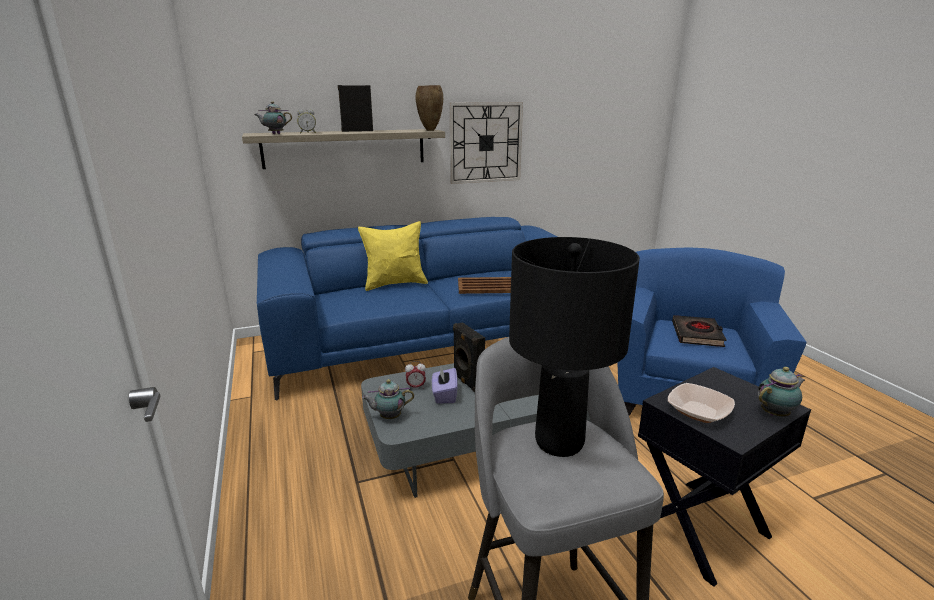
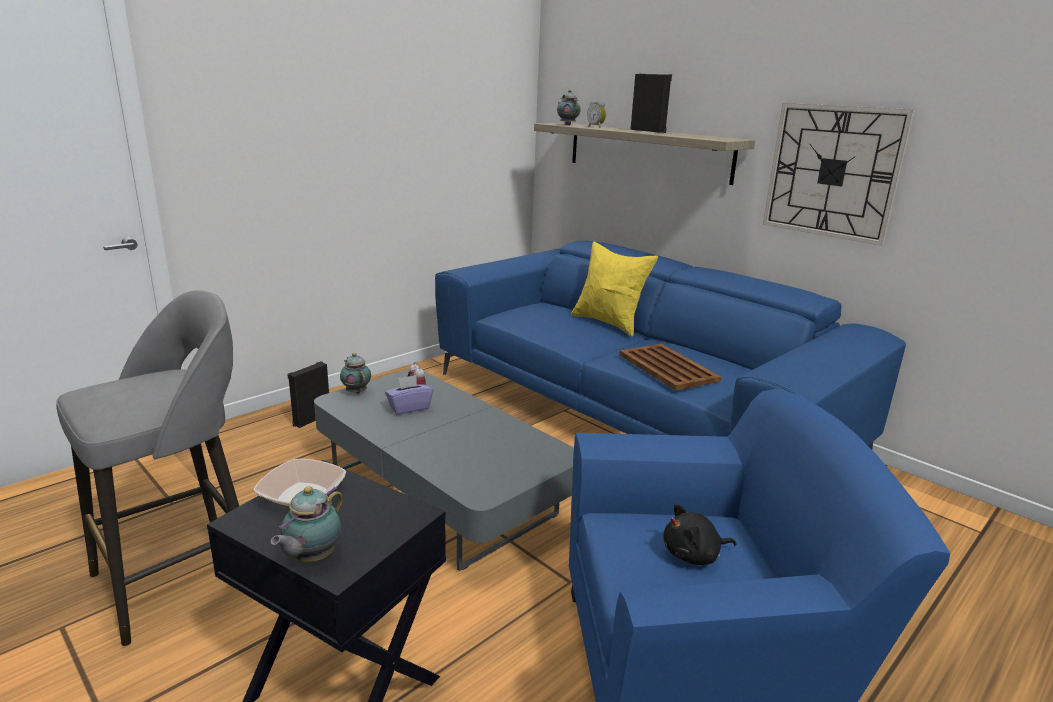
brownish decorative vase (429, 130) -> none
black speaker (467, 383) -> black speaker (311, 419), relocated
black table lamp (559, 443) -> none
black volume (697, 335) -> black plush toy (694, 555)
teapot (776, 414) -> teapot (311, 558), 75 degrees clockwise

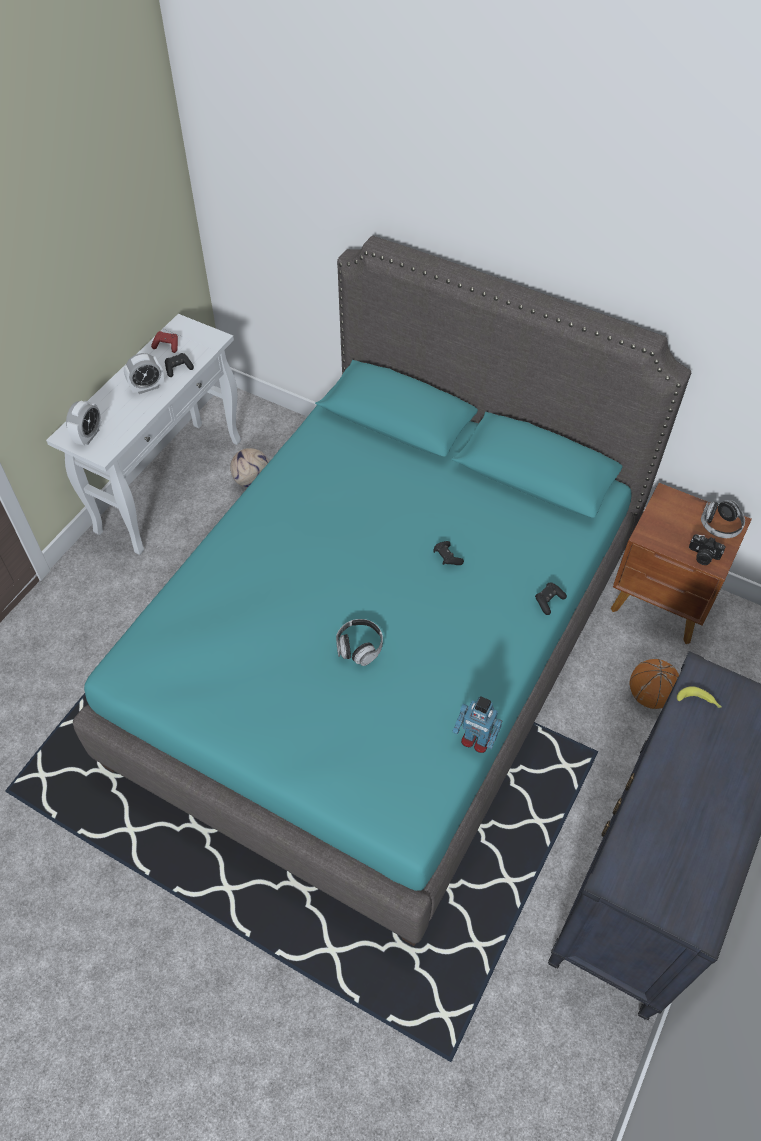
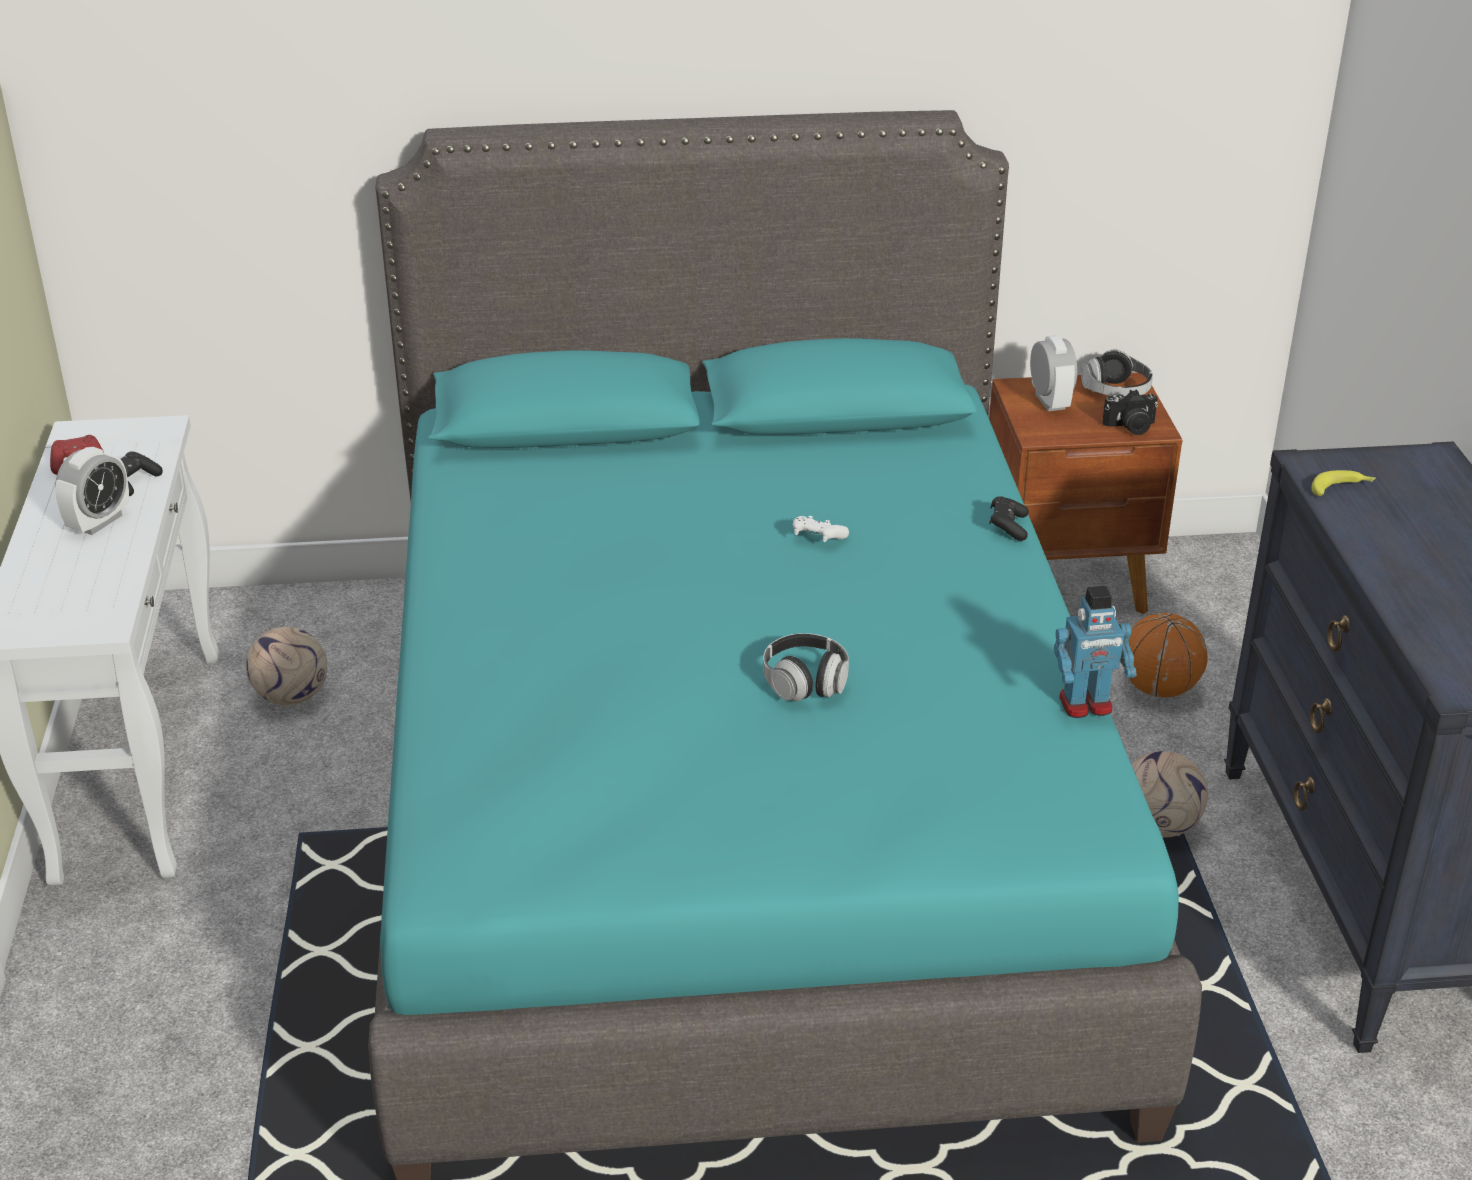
table clock (88, 436) -> table clock (1049, 401), relocated
black joypad (447, 558) -> whitish joypad (817, 539)
none -> football ball (1159, 826)

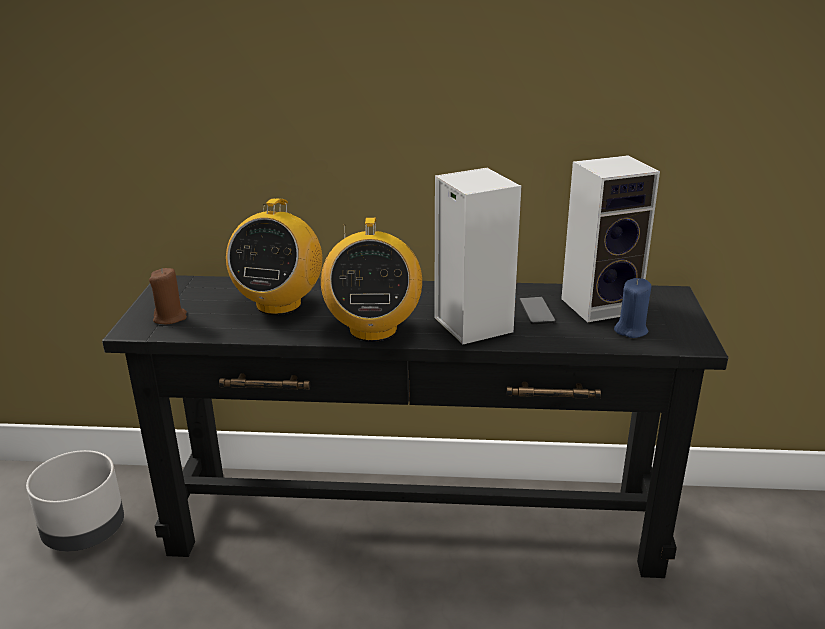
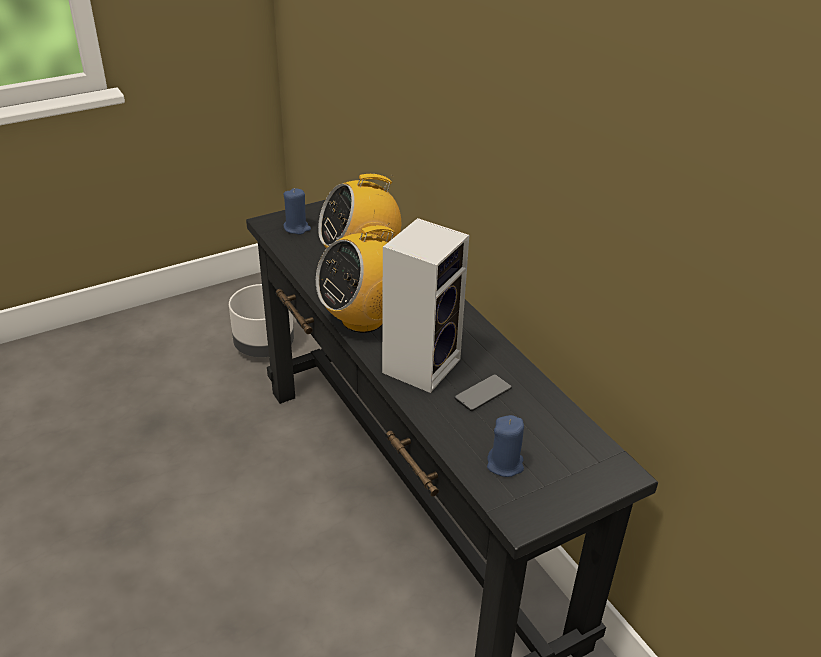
brownish wax candle (170, 318) -> blue wax candle (297, 228)
speaker (602, 304) -> none

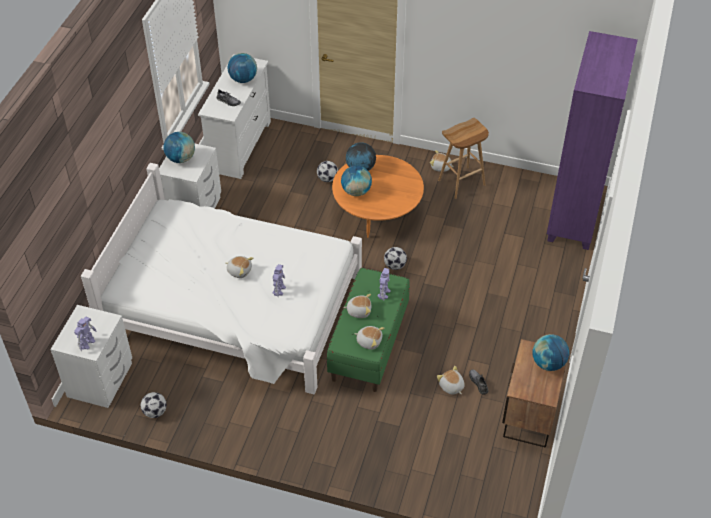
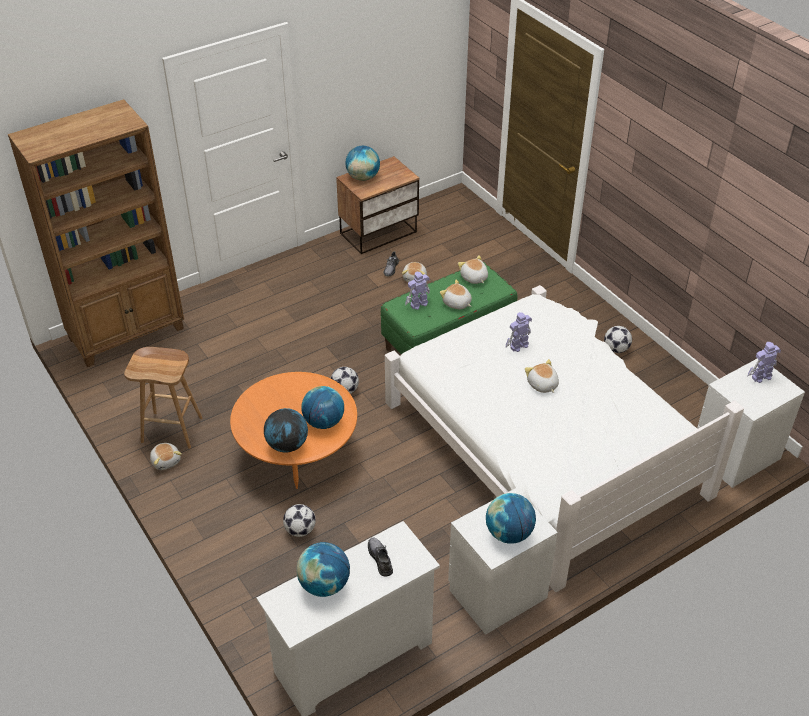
football ball (155, 412) -> football ball (616, 349), relocated
purplish shelving unit (573, 216) -> brownish shelving unit (128, 333)

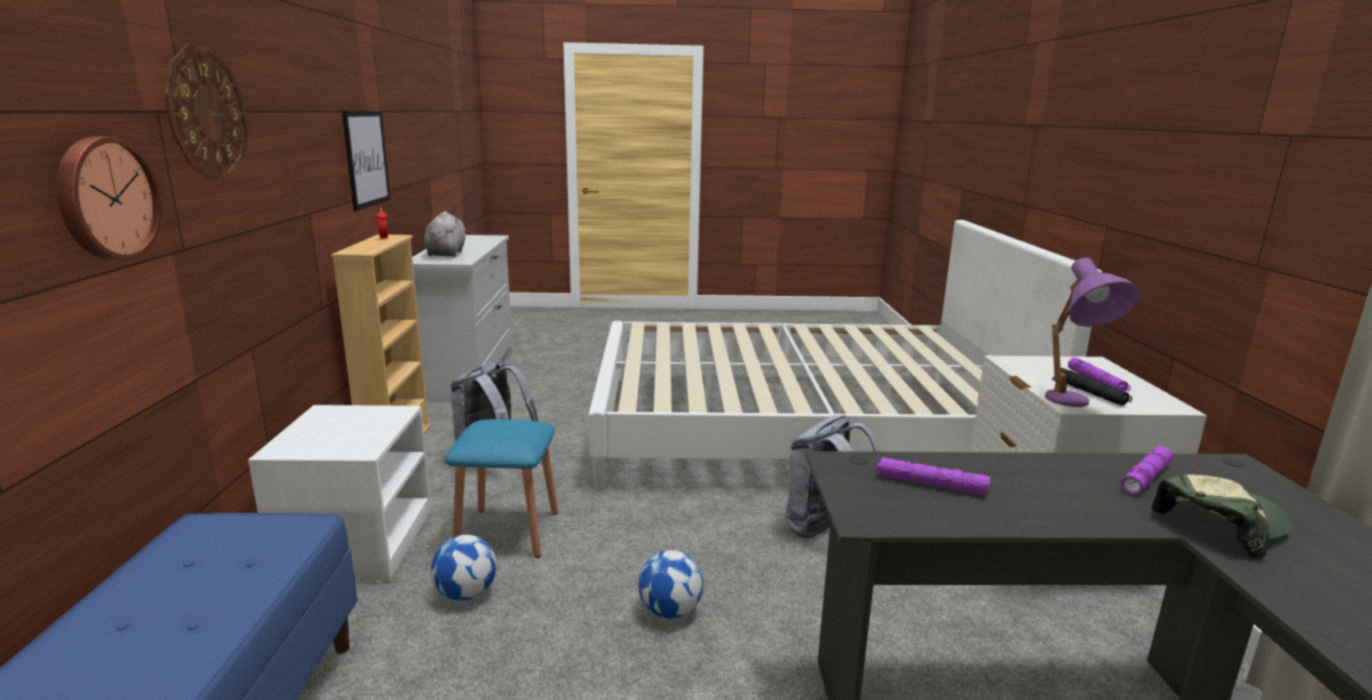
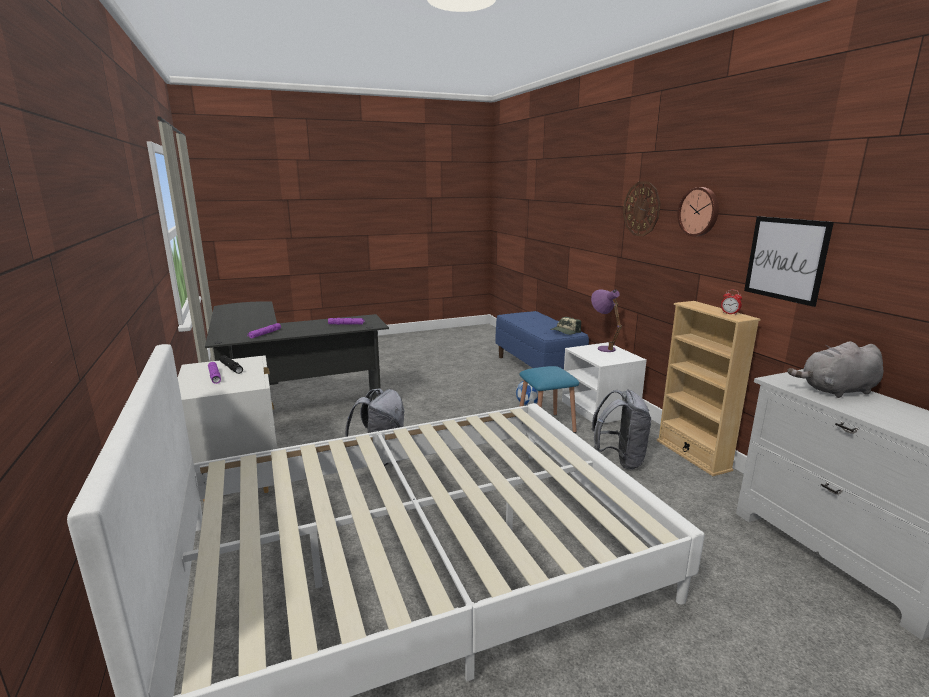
hanging clock (106, 199) -> hanging clock (699, 211), relocated
greyish plush toy (446, 254) -> greyish plush toy (836, 391), 105 degrees clockwise
football ball (670, 611) -> none
purplish table lamp (1072, 405) -> purplish table lamp (603, 347), relocated
cap (1219, 524) -> cap (565, 332), relocated

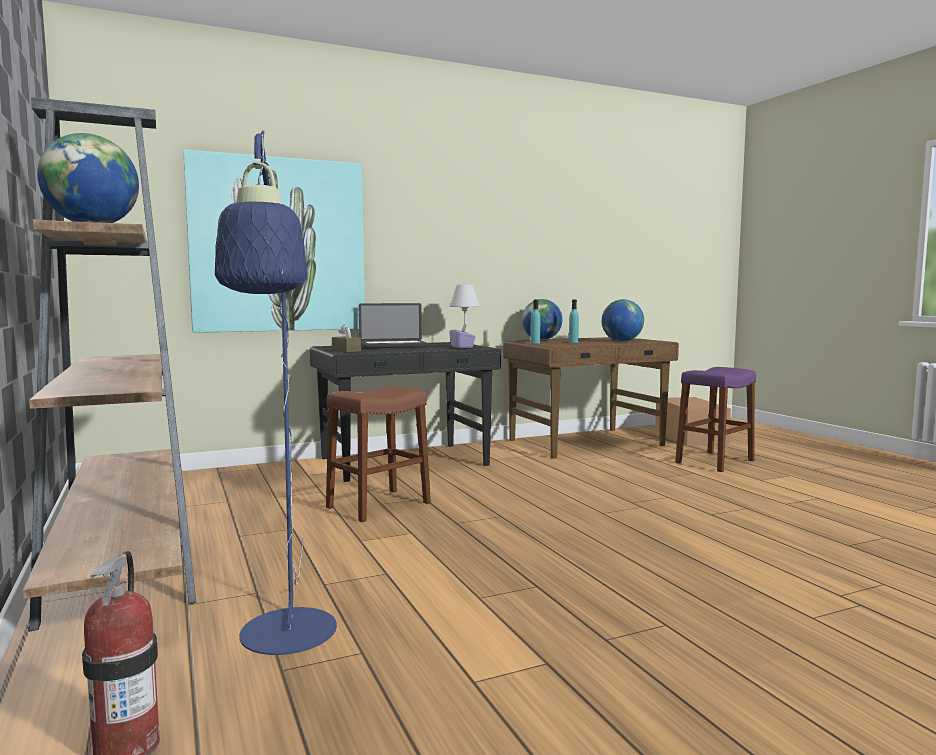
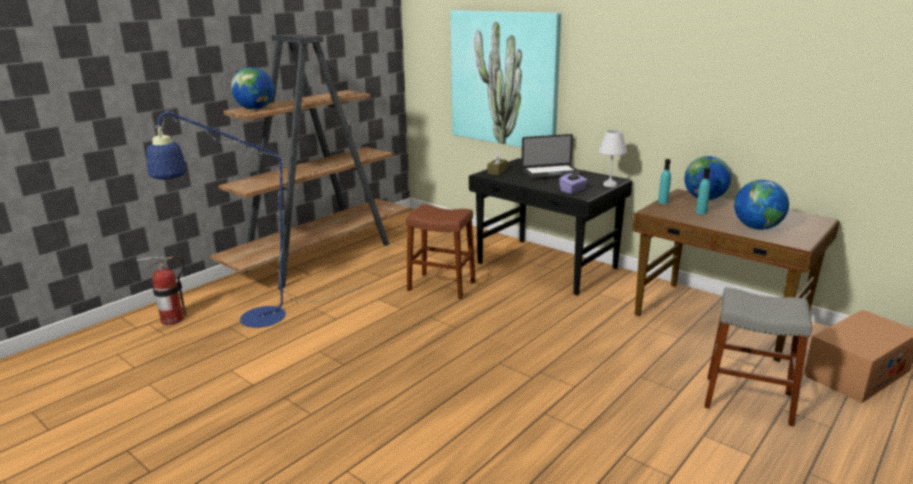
notebook computer (394, 346) -> notebook computer (551, 173), 60 degrees counterclockwise
purplish stool seat (715, 461) -> greyish stool seat (748, 400)

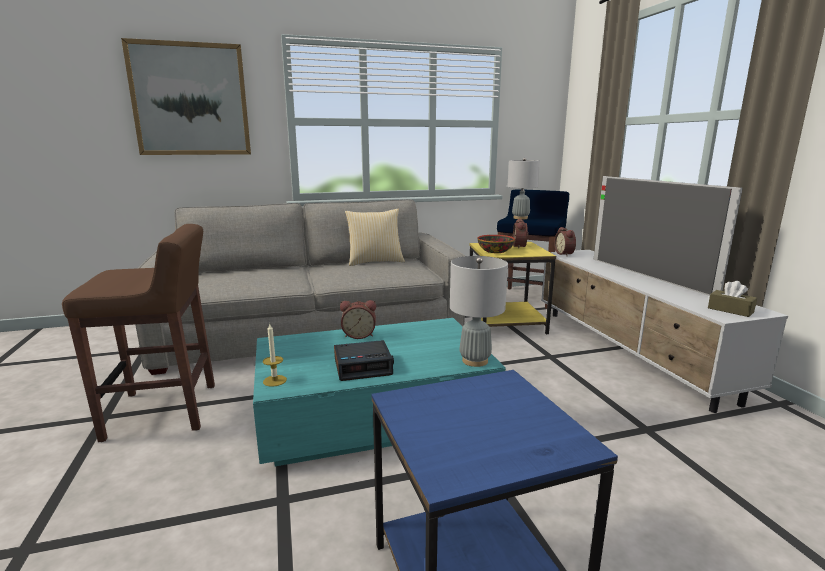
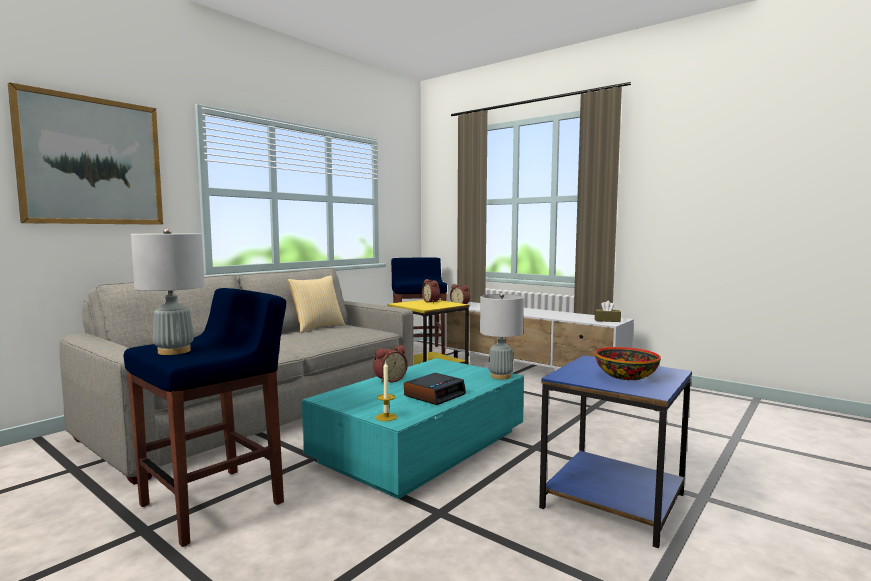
brownish stool seat (165, 411) -> blue stool seat (215, 503)
bowl (495, 251) -> bowl (625, 376), relocated
greyish table lamp (520, 218) -> greyish table lamp (174, 351), relocated
TV (647, 276) -> none

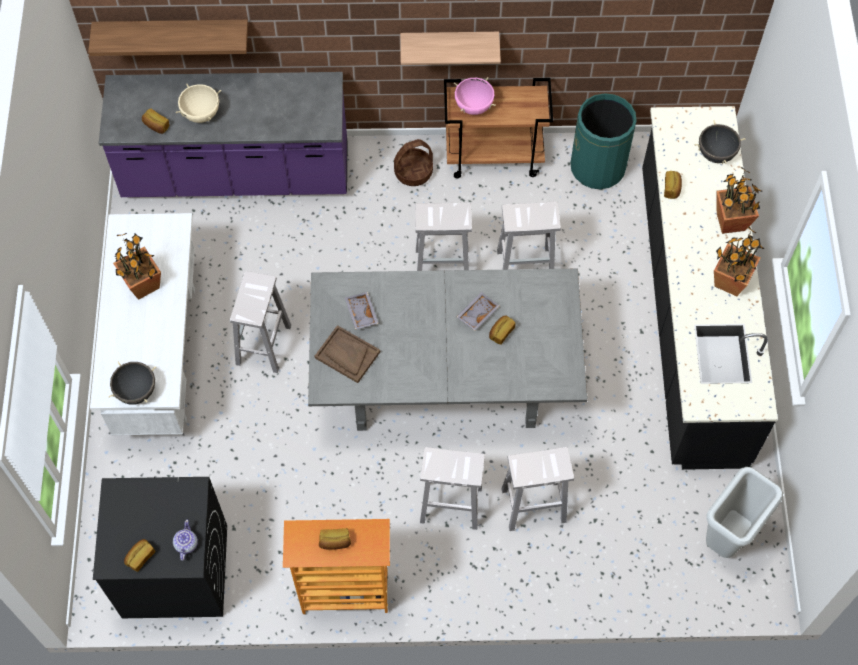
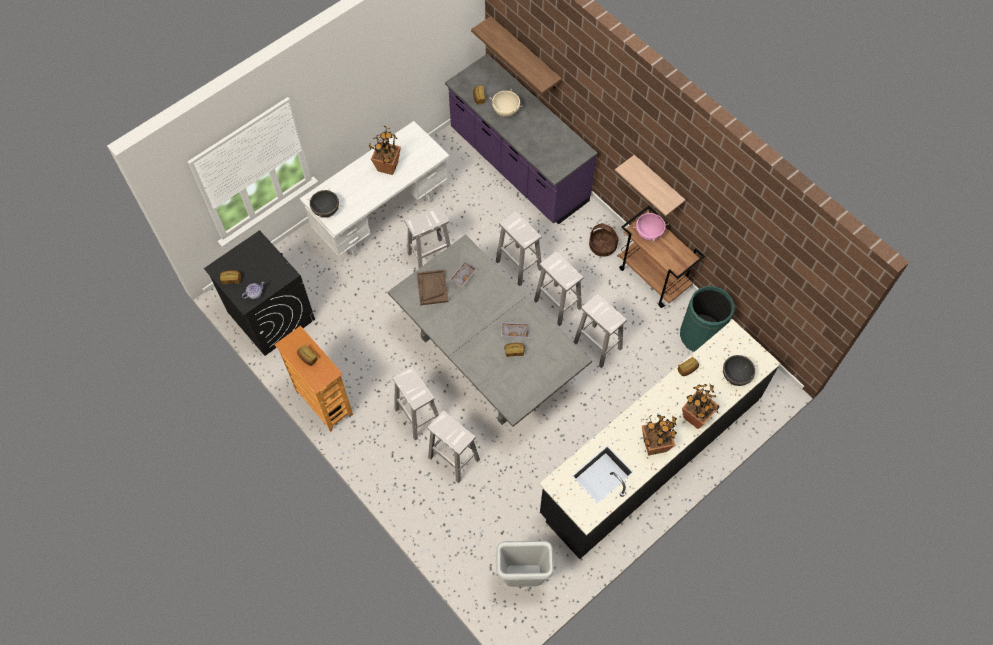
none -> whitish stool seat (519, 266)

